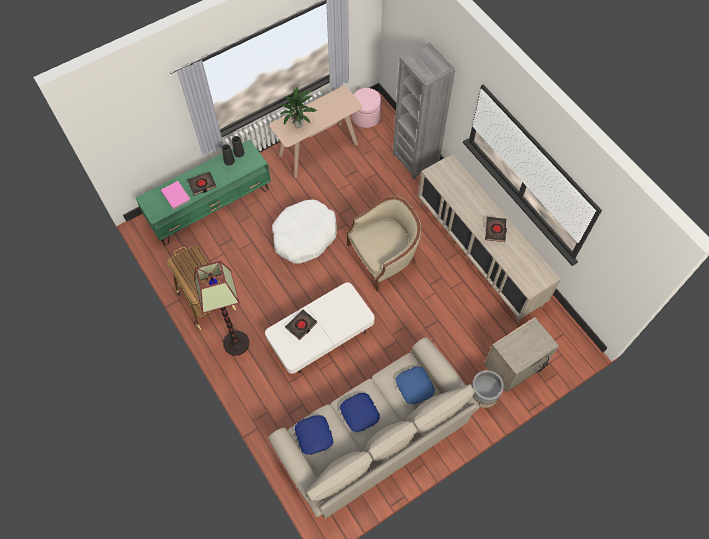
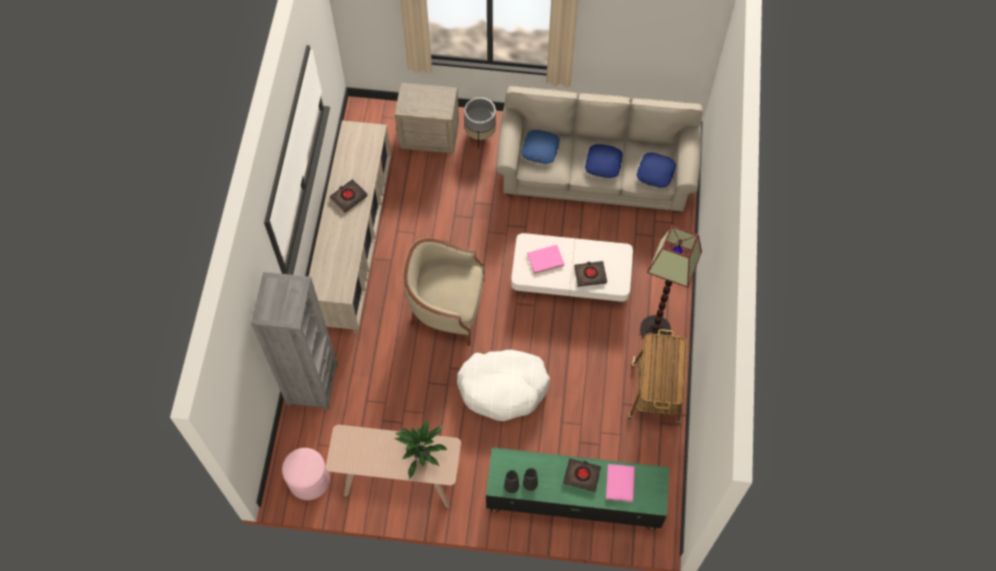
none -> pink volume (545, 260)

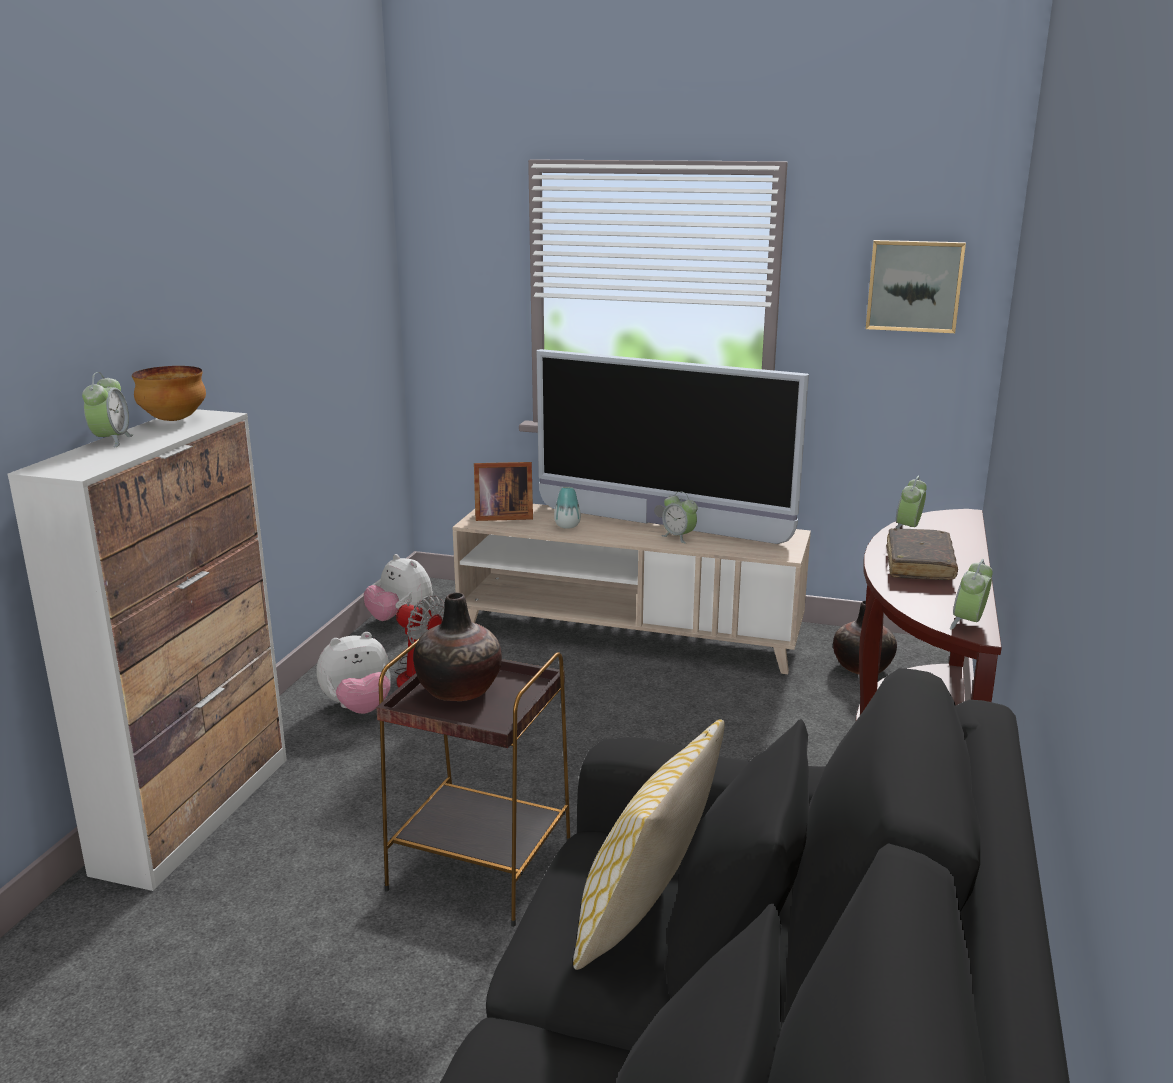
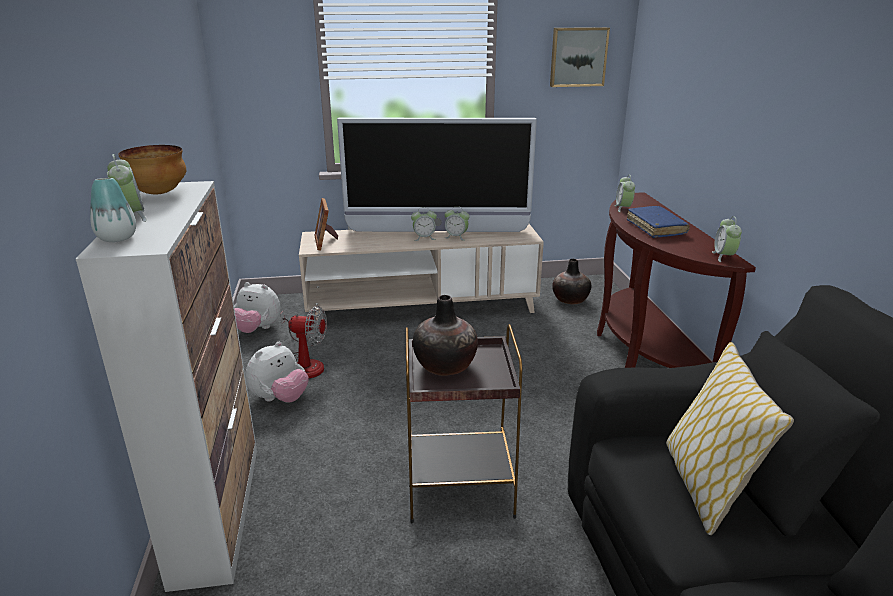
photo frame (501, 516) -> photo frame (326, 242), 105 degrees clockwise
decorative vase (567, 526) -> decorative vase (117, 238), relocated
brownish volume (919, 564) -> blue volume (656, 228)
none -> table clock (424, 238)

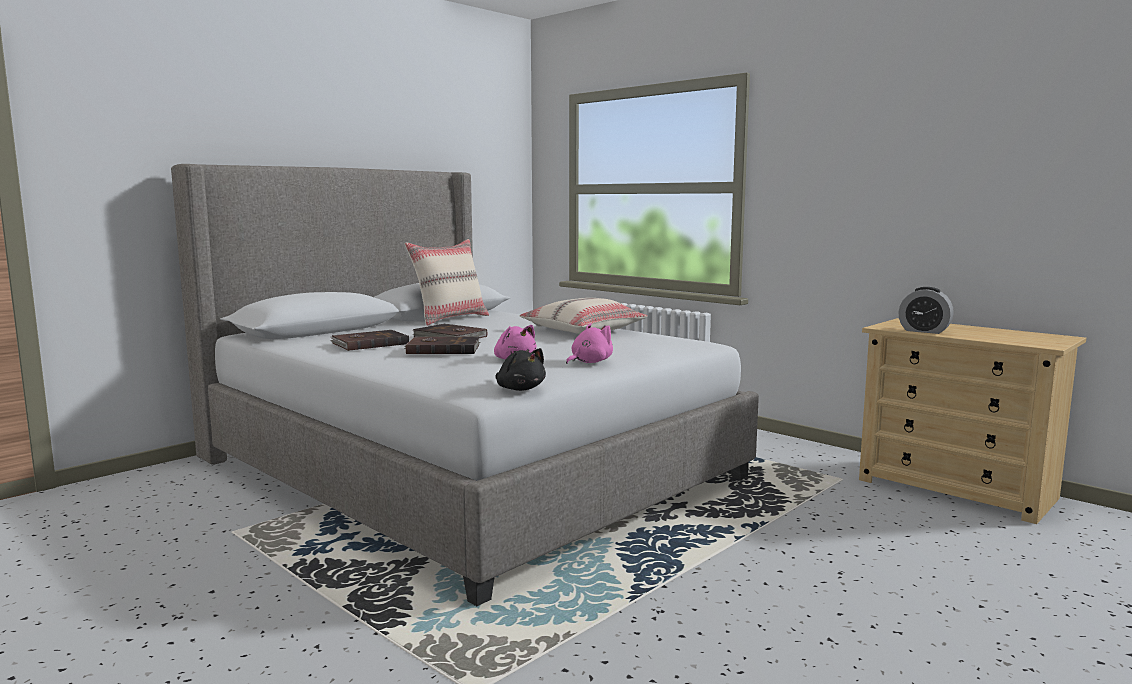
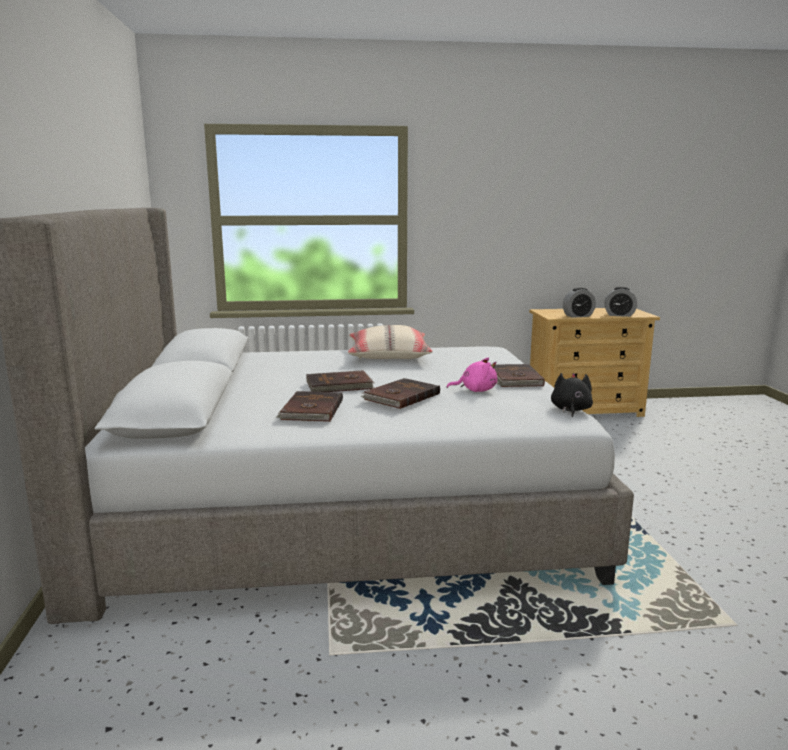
beige throw pillow (450, 319) -> none
black plush toy (520, 389) -> black plush toy (570, 410), 75 degrees counterclockwise
pink plush toy (589, 362) -> brownish volume (514, 379)
none -> table clock (619, 315)

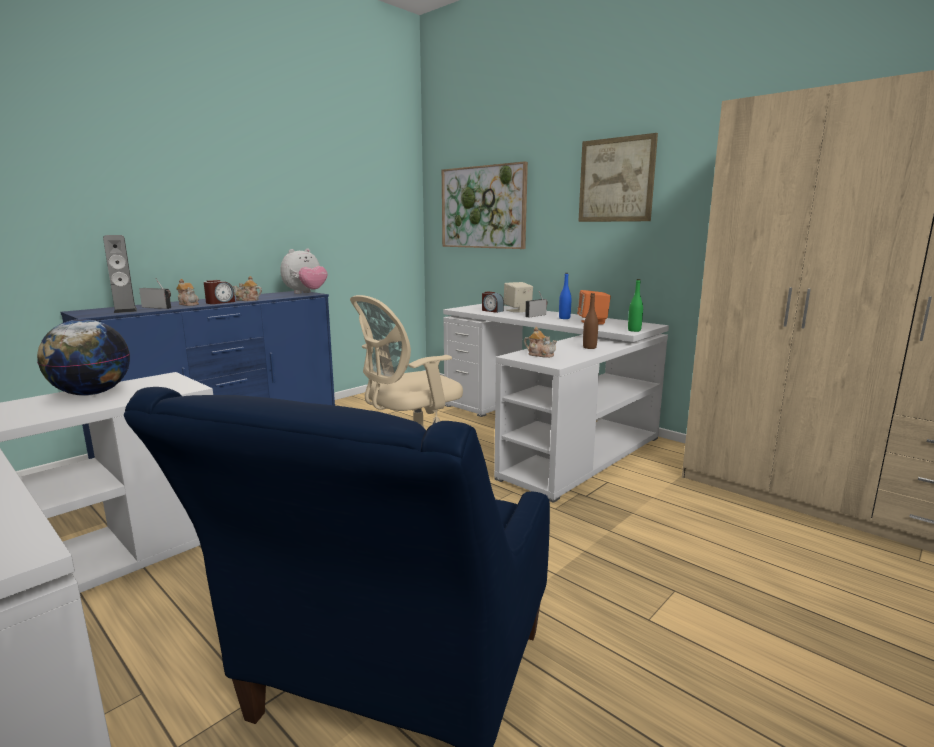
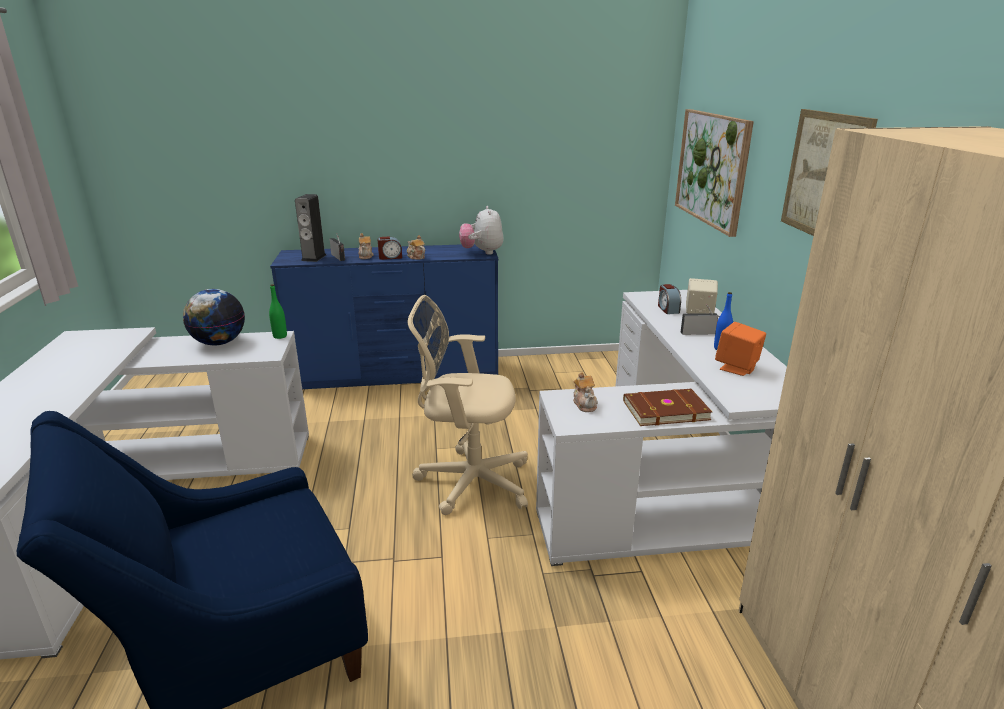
plush toy (306, 293) -> plush toy (482, 252), 90 degrees clockwise
brownish beverage bottle (589, 347) -> brownish volume (664, 409)
green-coloured beverage bottle (634, 330) -> green-coloured beverage bottle (280, 336), relocated

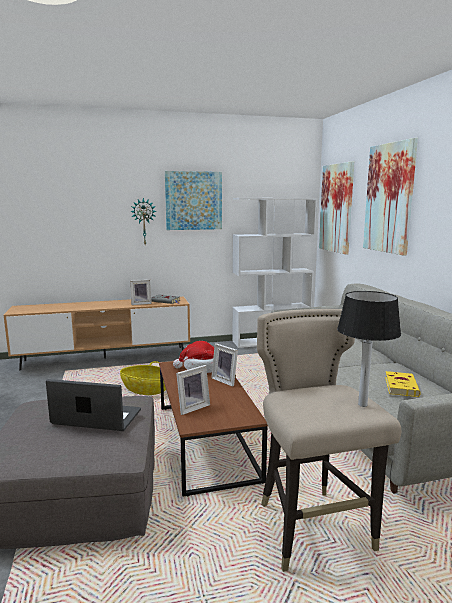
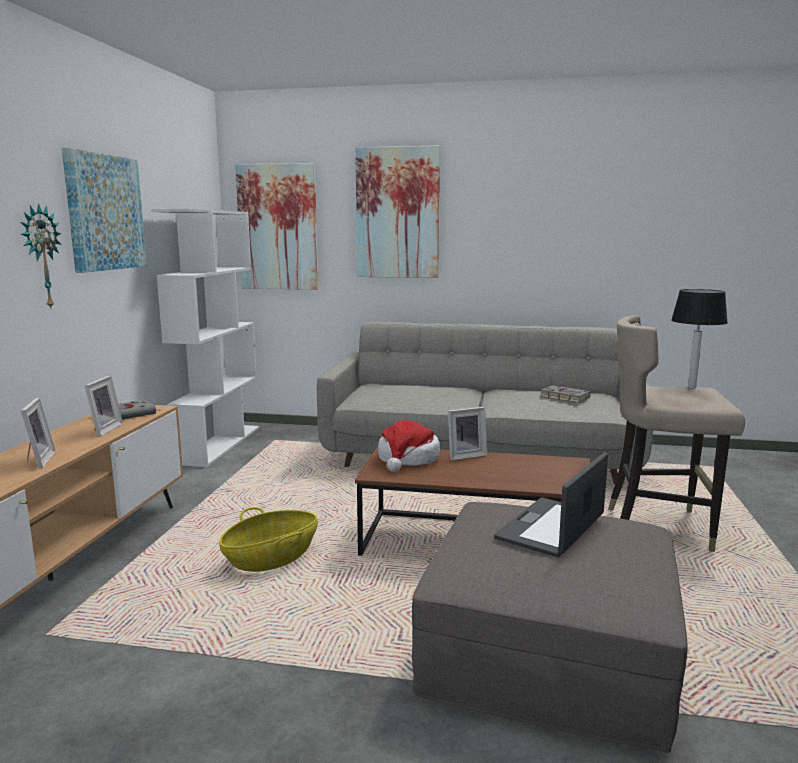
photo frame (192, 407) -> photo frame (37, 461), relocated
yellowish volume (400, 386) -> greyish volume (563, 397)

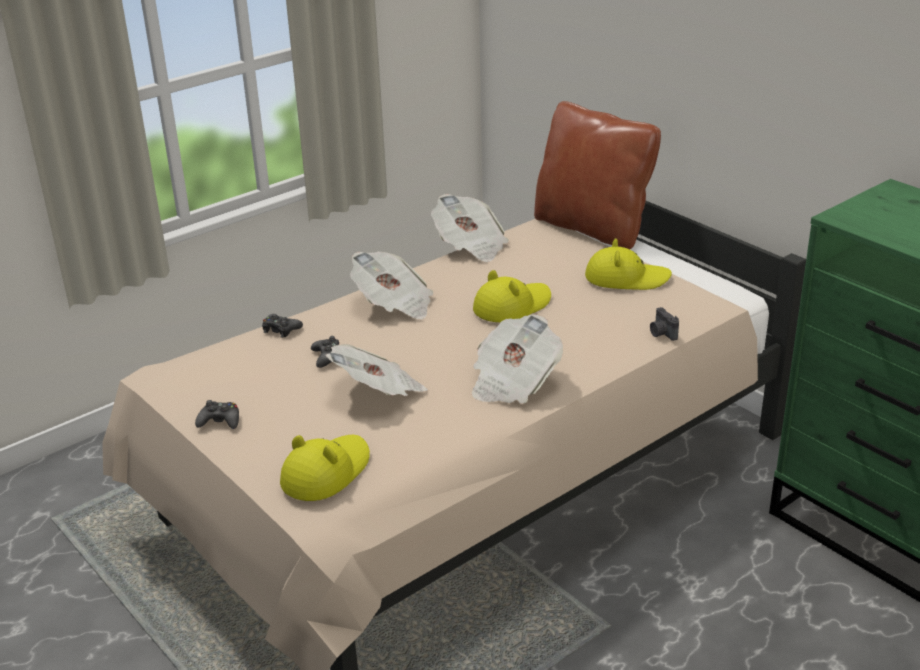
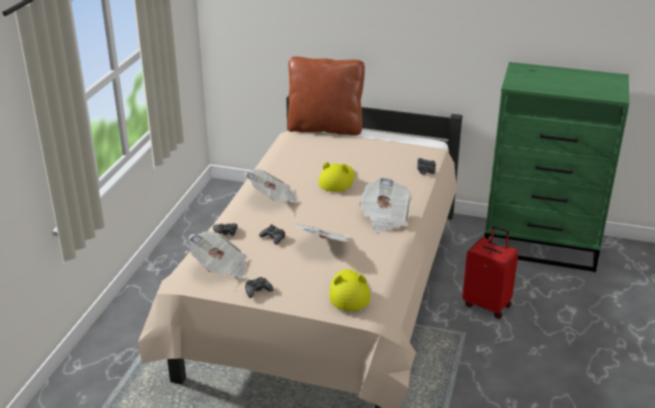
daily paper (470, 246) -> daily paper (221, 268), relocated
yellowish clothing hat (626, 278) -> none
none -> reddish piece of luggage (487, 305)

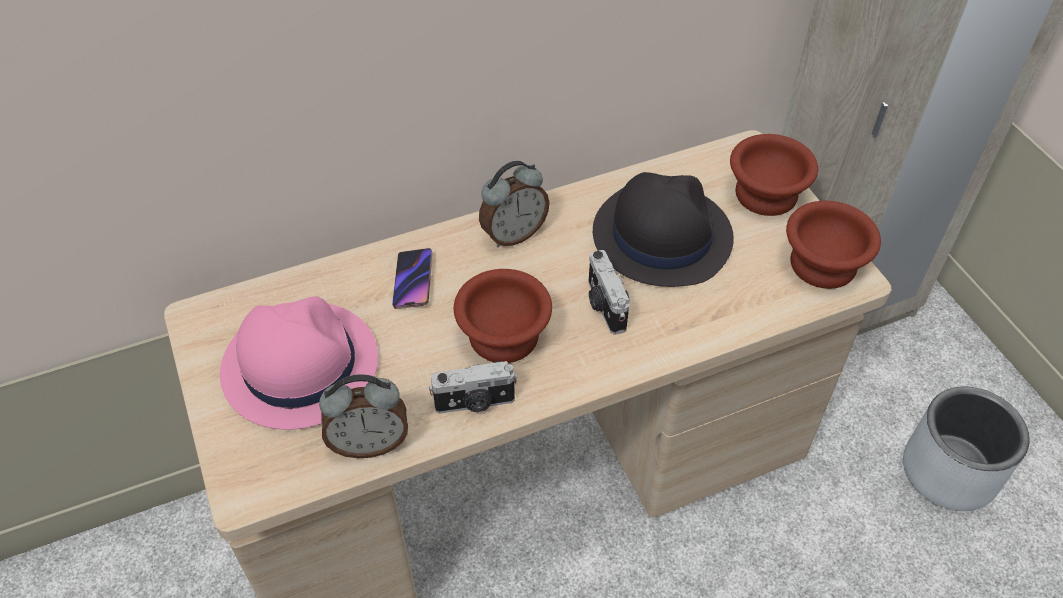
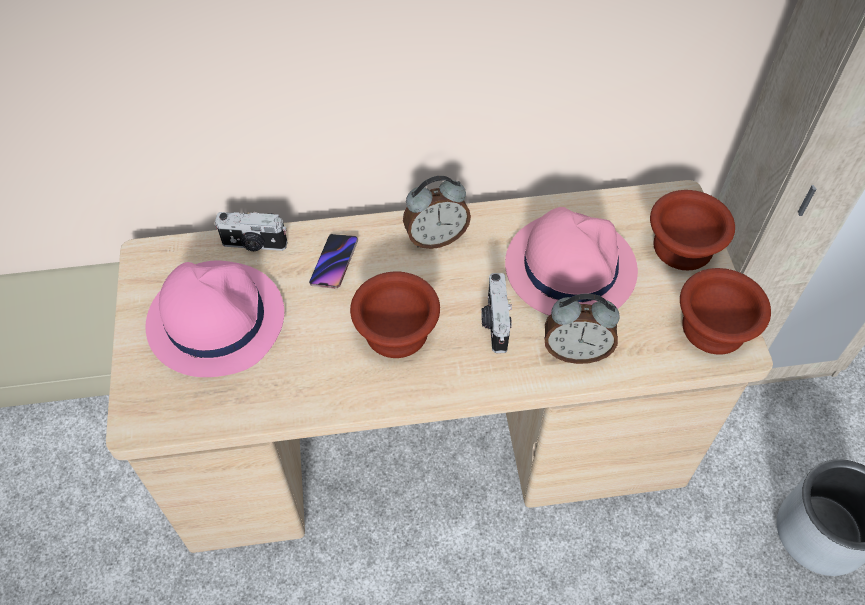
table clock (369, 443) -> table clock (575, 351), relocated
photo camera (475, 403) -> photo camera (254, 245), relocated
black clothing hat (661, 235) -> pink clothing hat (569, 267)

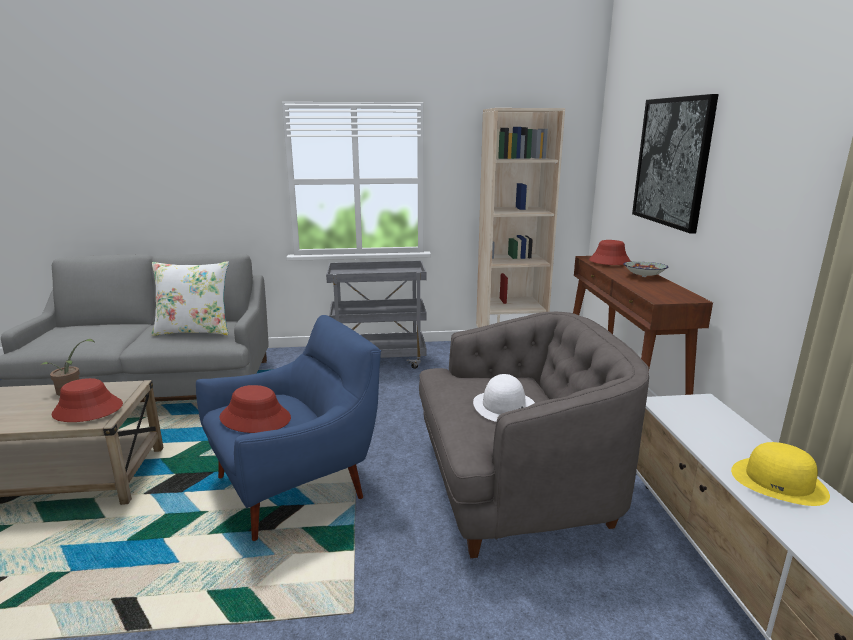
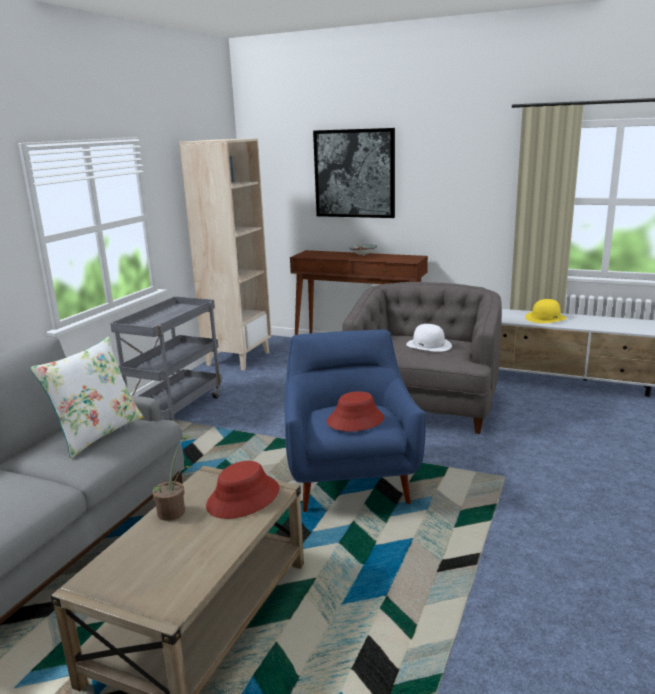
reddish clothing hat (609, 261) -> none

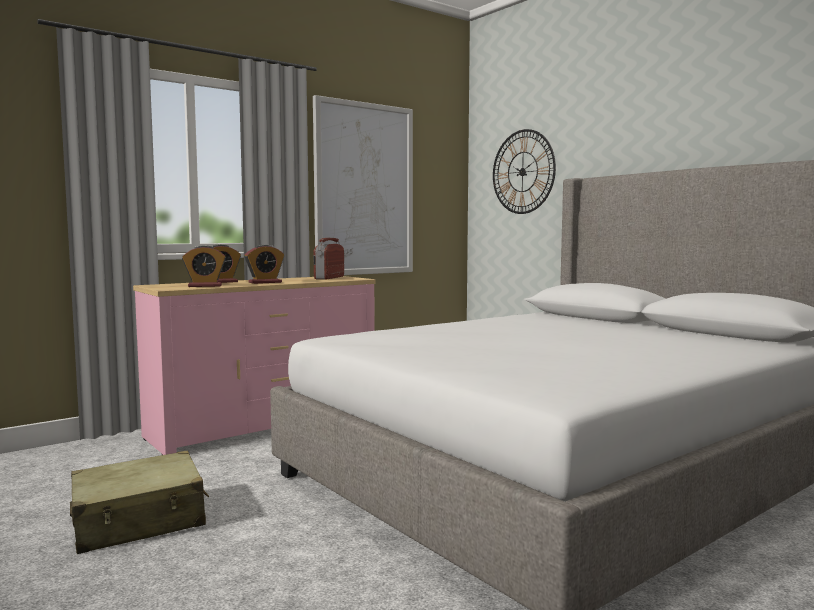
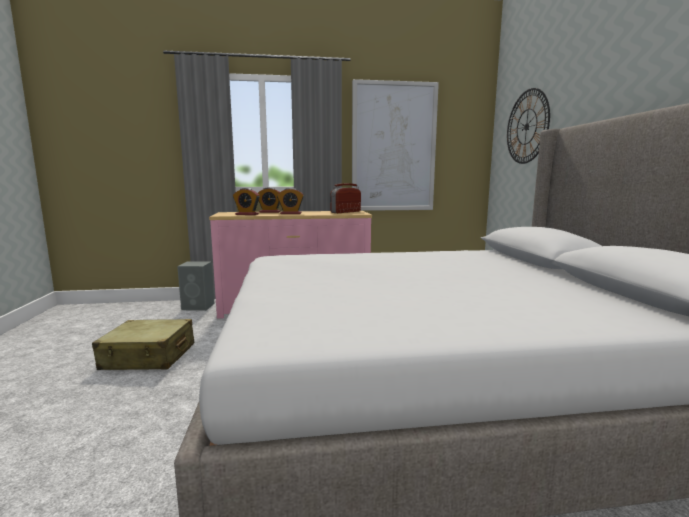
none -> greyish speaker (199, 306)

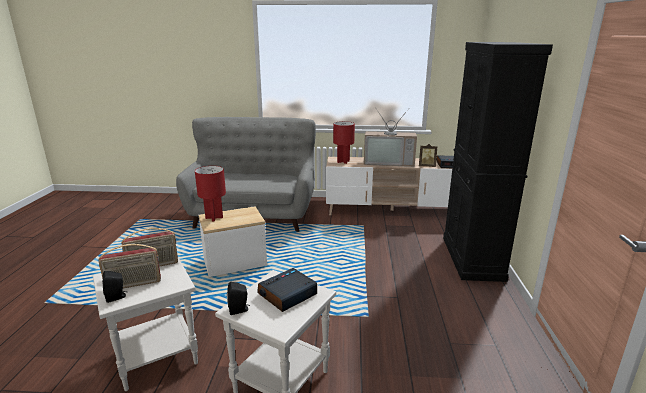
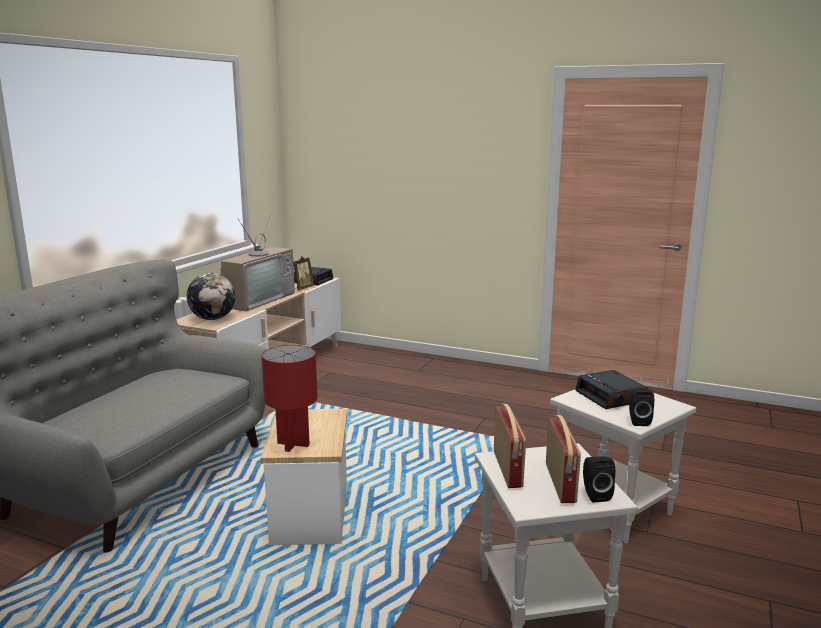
reddish table lamp (343, 162) -> world globe (213, 319)
black cabinet (472, 258) -> none

